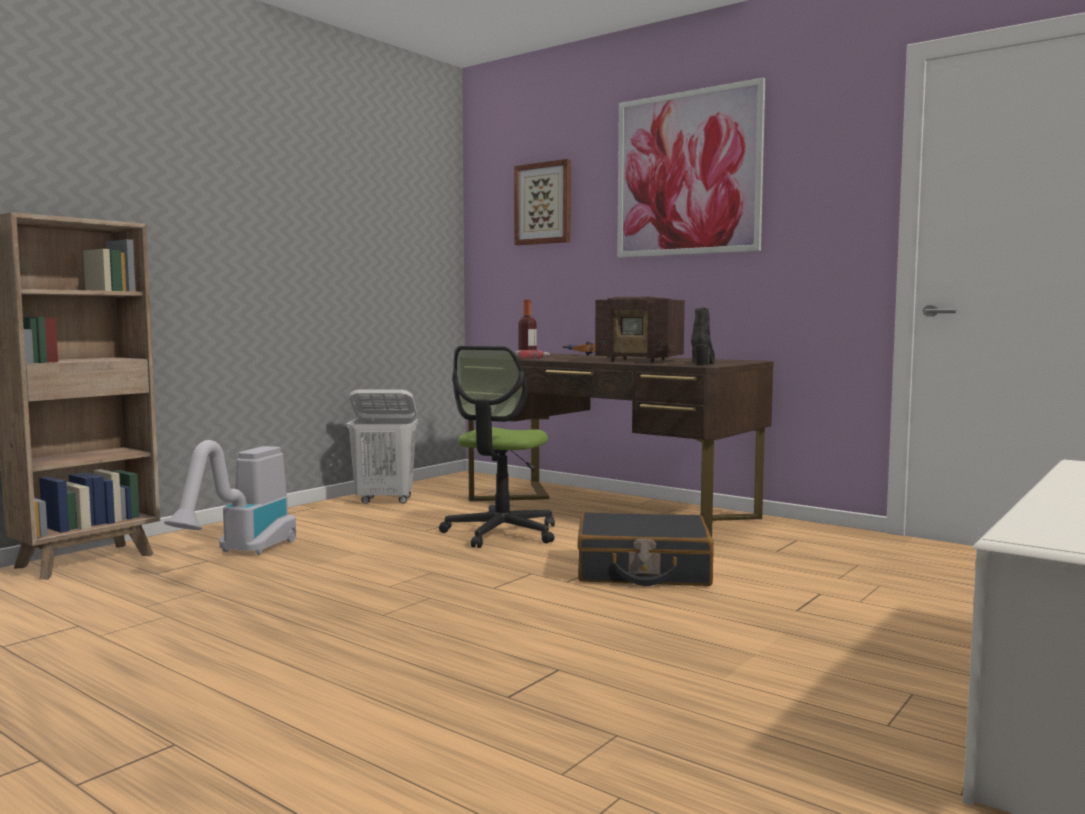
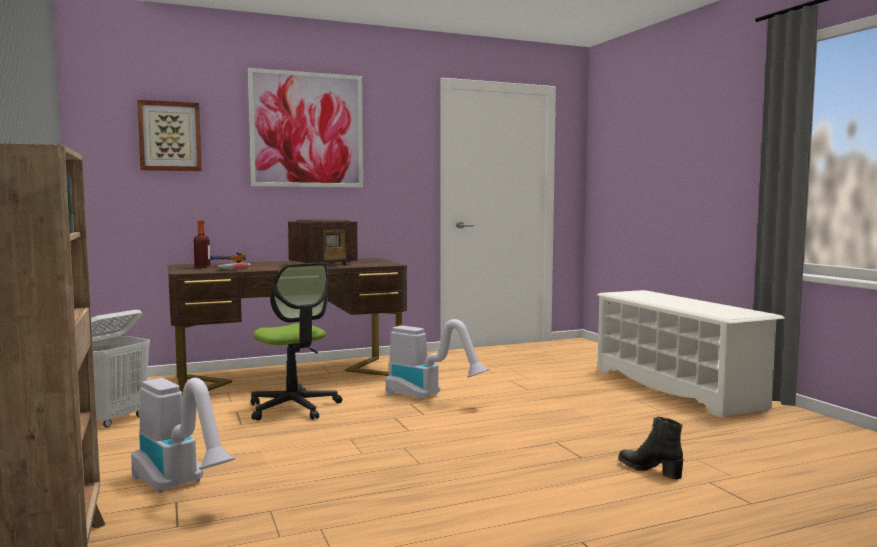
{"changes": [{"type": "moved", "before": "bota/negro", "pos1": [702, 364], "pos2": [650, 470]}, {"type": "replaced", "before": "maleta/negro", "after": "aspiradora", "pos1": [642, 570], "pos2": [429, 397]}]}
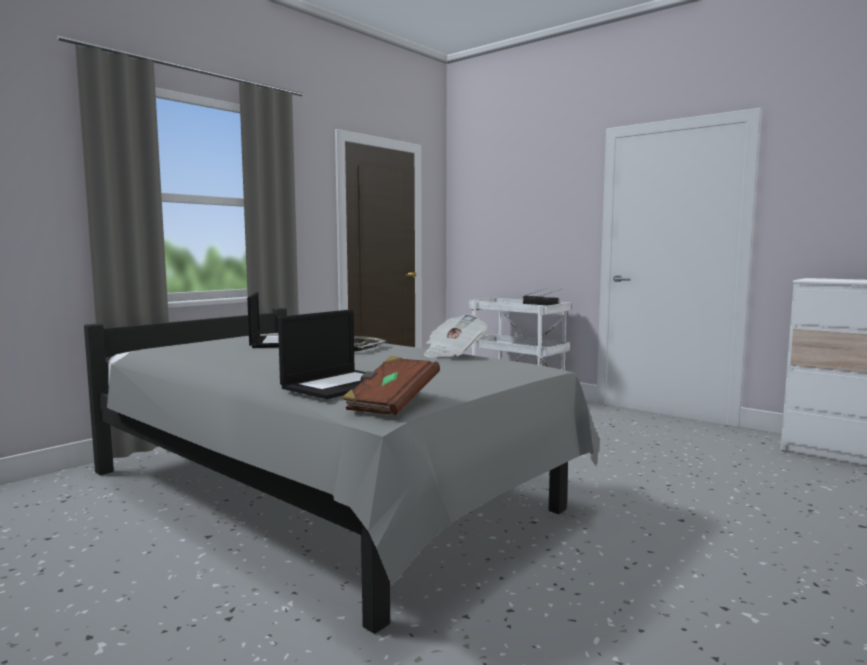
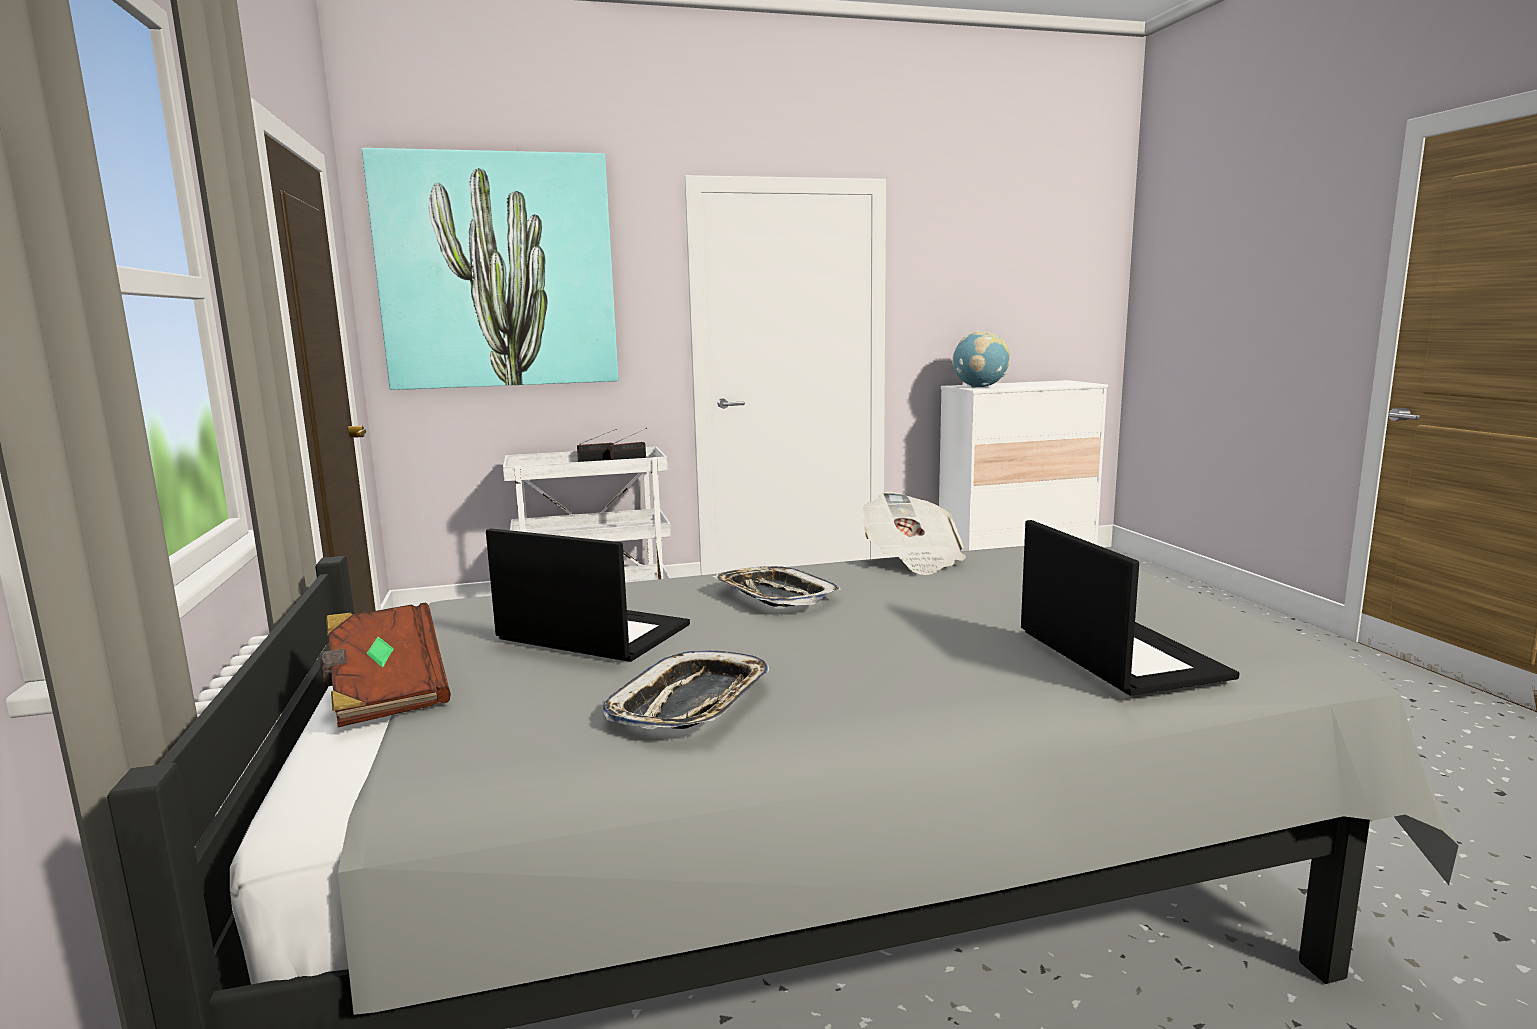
{"changes": [{"type": "moved", "before": "libro/marrón", "pos1": [391, 404], "pos2": [385, 691]}, {"type": "added", "after": "cuadro", "pos2": [498, 272]}, {"type": "added", "after": "globo terráqueo", "pos2": [980, 387]}, {"type": "added", "after": "bandeja", "pos2": [691, 703]}]}
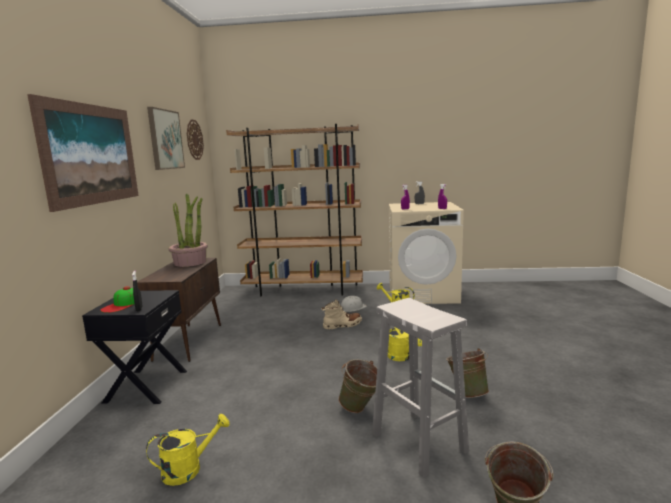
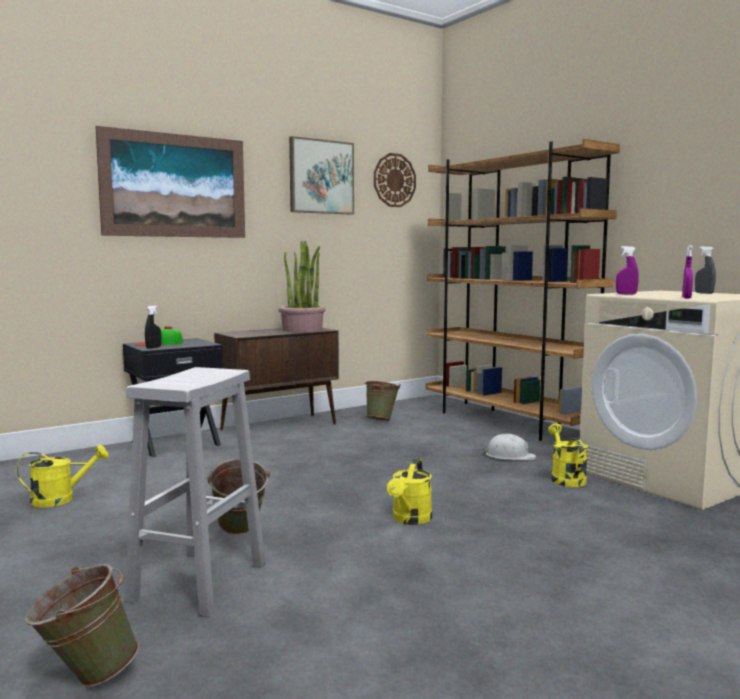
{"changes": [{"type": "removed", "before": "bota/beis", "pos1": [342, 325]}, {"type": "moved", "before": "cubo/verde", "pos1": [467, 393], "pos2": [381, 420]}, {"type": "turned", "before": "regadera/amarillo", "pos1": [189, 469], "pos2": [61, 499], "turn": -45}]}
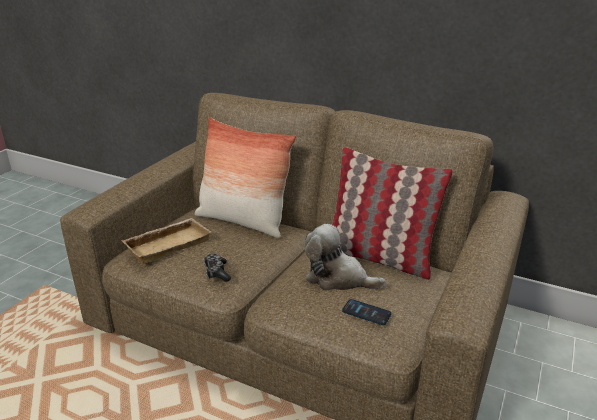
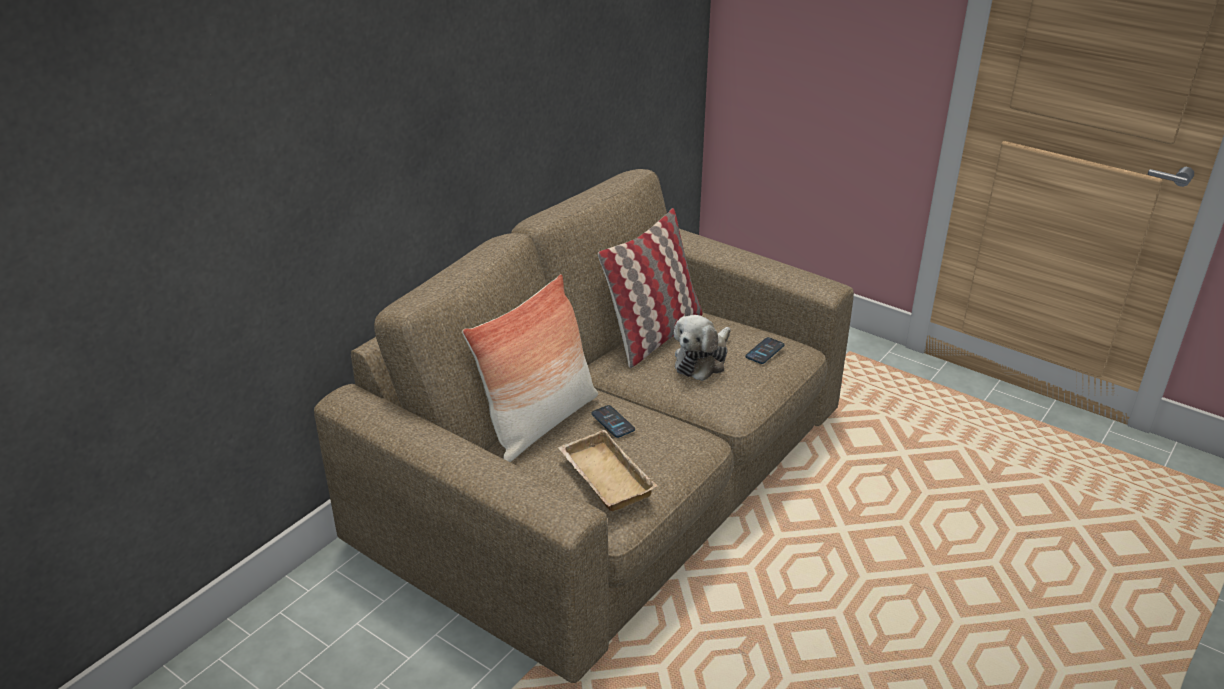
{"changes": [{"type": "removed", "before": "mando de consola", "pos1": [217, 272]}, {"type": "added", "after": "móvil", "pos2": [612, 422]}]}
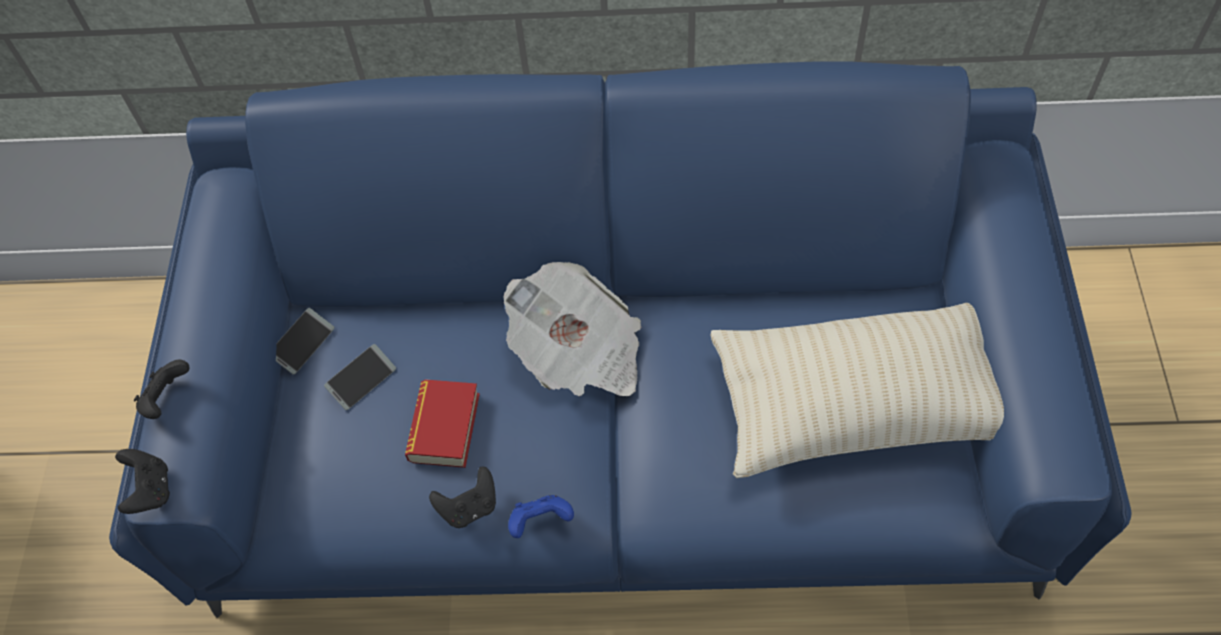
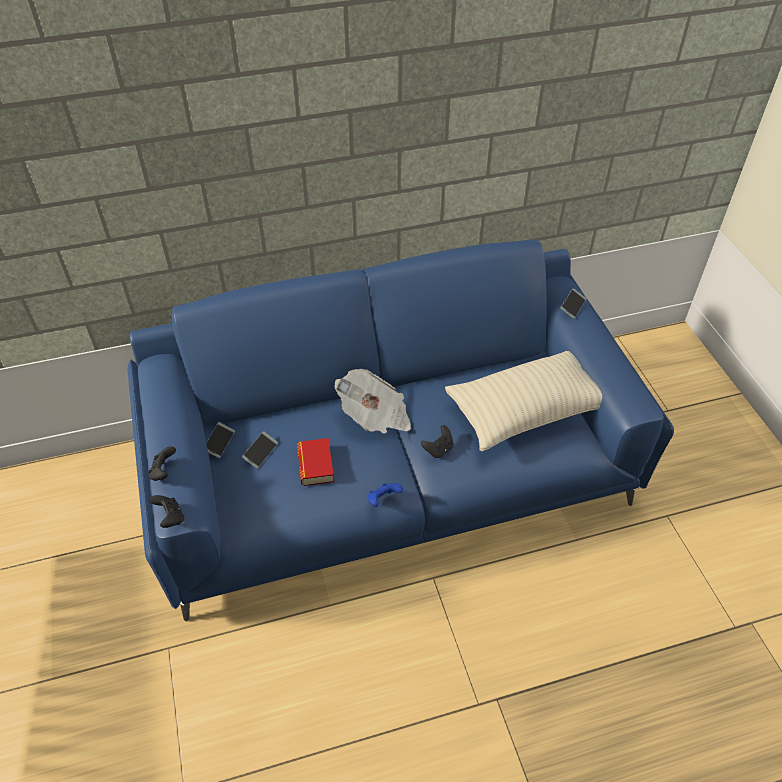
{"changes": [{"type": "moved", "before": "mando de consola/negro", "pos1": [469, 507], "pos2": [438, 449]}, {"type": "added", "after": "móvil", "pos2": [572, 306]}]}
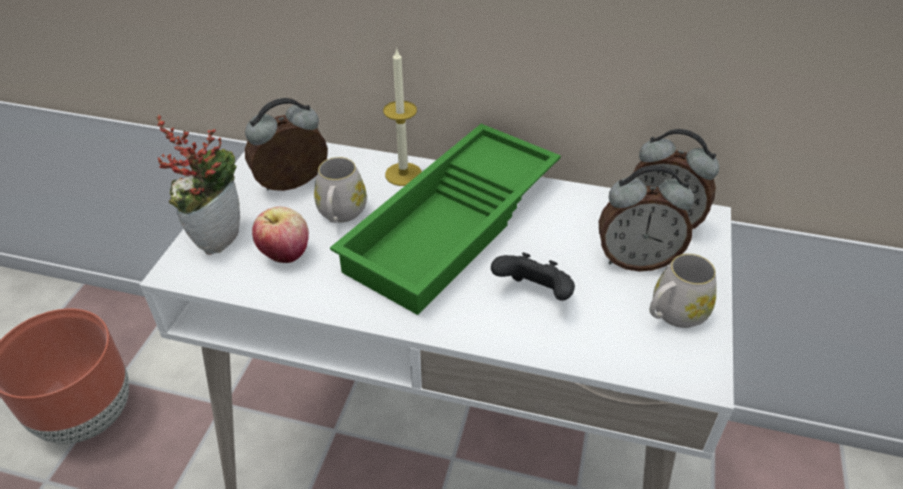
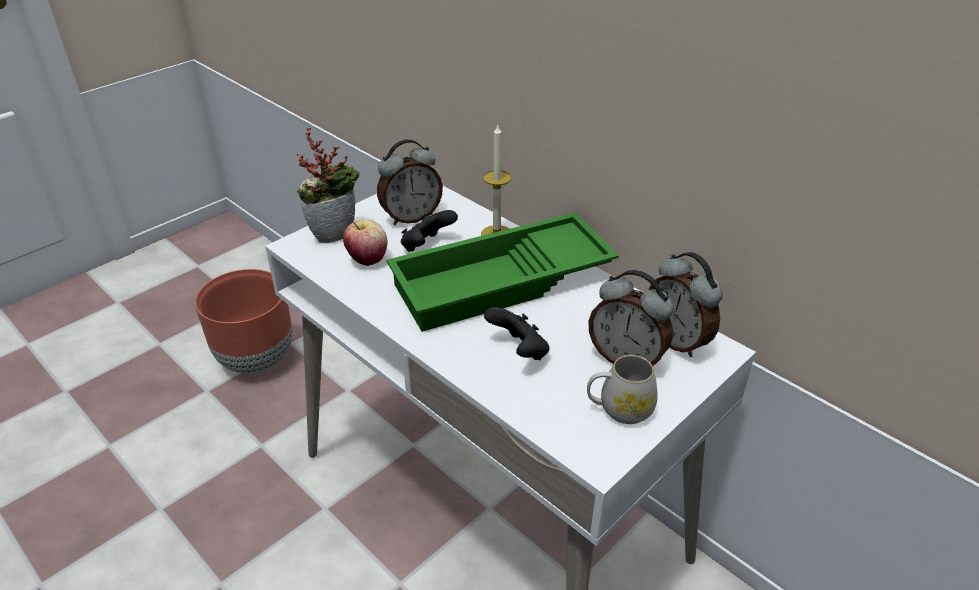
{"changes": [{"type": "turned", "before": "despertador", "pos1": [293, 186], "pos2": [411, 217], "turn": 150}, {"type": "replaced", "before": "taza grande/blanco", "after": "mando de consola/negro", "pos1": [340, 214], "pos2": [427, 246]}]}
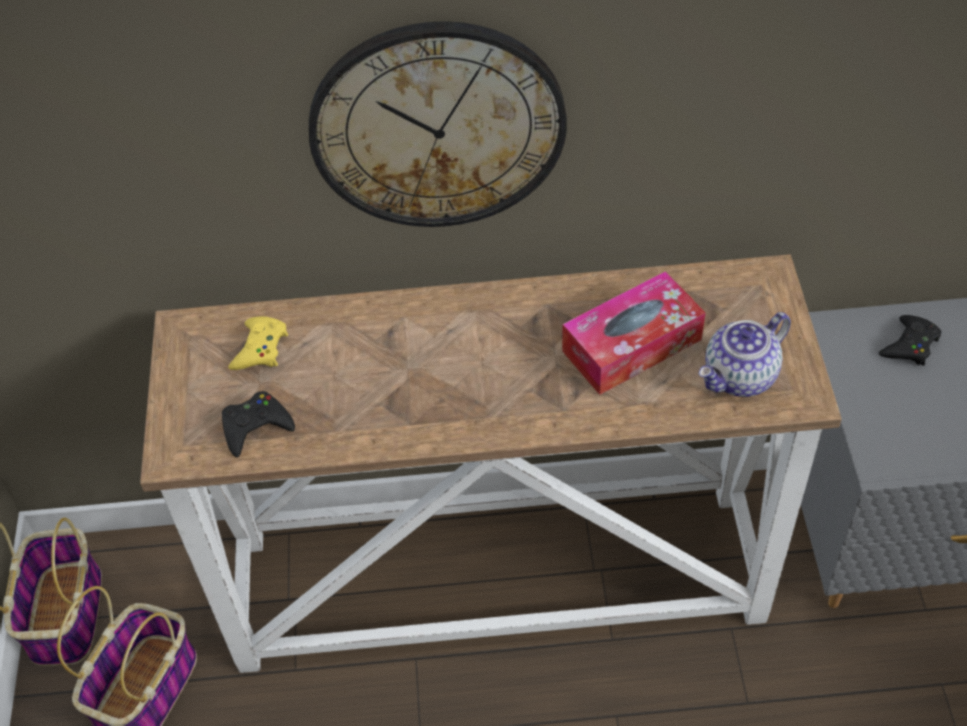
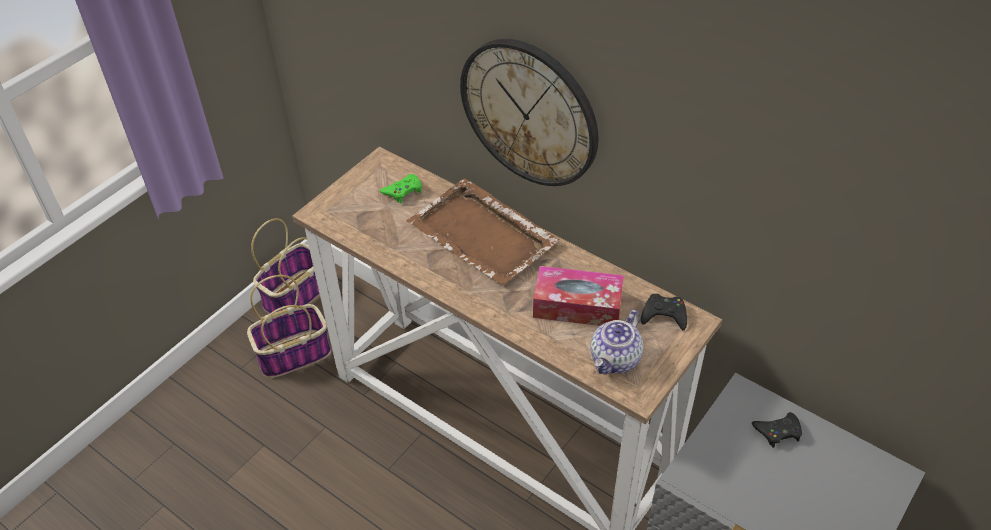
{"changes": [{"type": "turned", "before": "tetera", "pos1": [740, 377], "pos2": [616, 360], "turn": -60}, {"type": "recoloured", "before": "mando de consola/amarillo", "after": "mando de consola/verde", "pos1": [260, 348], "pos2": [403, 191]}, {"type": "moved", "before": "mando de consola/negro", "pos1": [255, 427], "pos2": [664, 315]}, {"type": "added", "after": "bandeja/marrón", "pos2": [483, 235]}]}
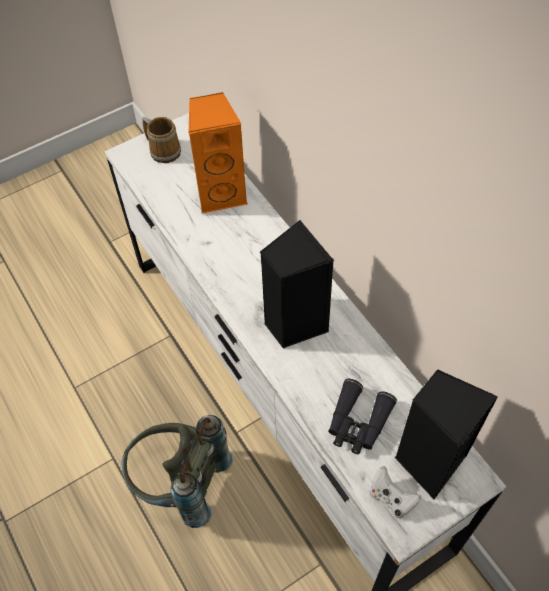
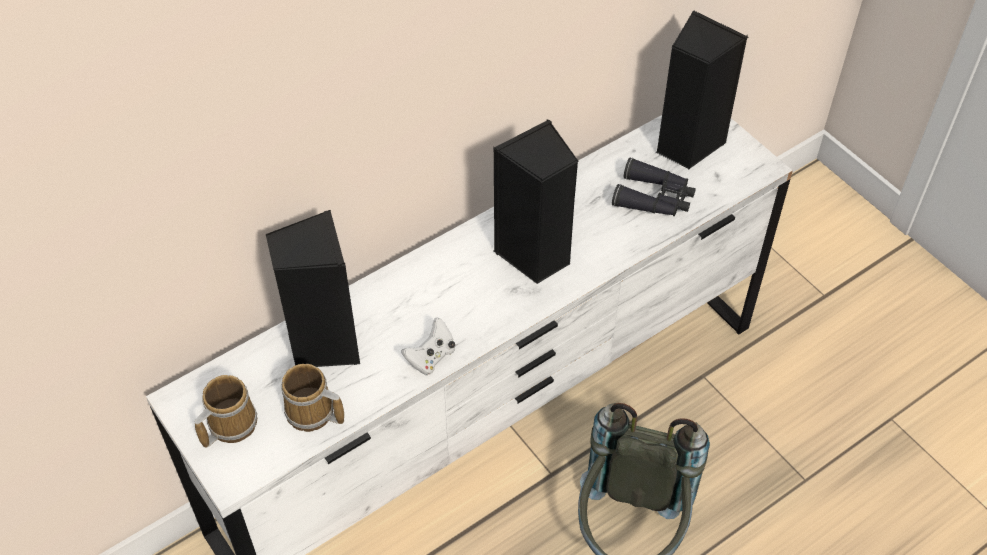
{"changes": [{"type": "recoloured", "before": "altavoz/naranja", "after": "altavoz/negro", "pos1": [221, 194], "pos2": [323, 343]}, {"type": "moved", "before": "mando de consola/blanco", "pos1": [391, 498], "pos2": [431, 357]}, {"type": "added", "after": "taza grande", "pos2": [312, 414]}]}
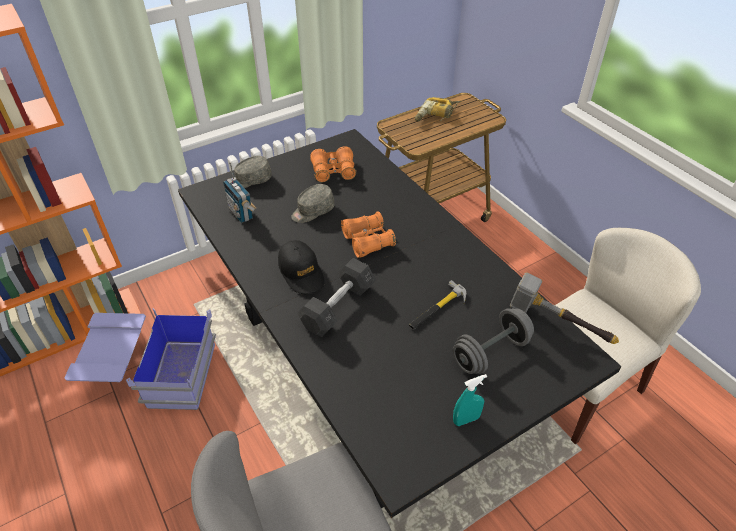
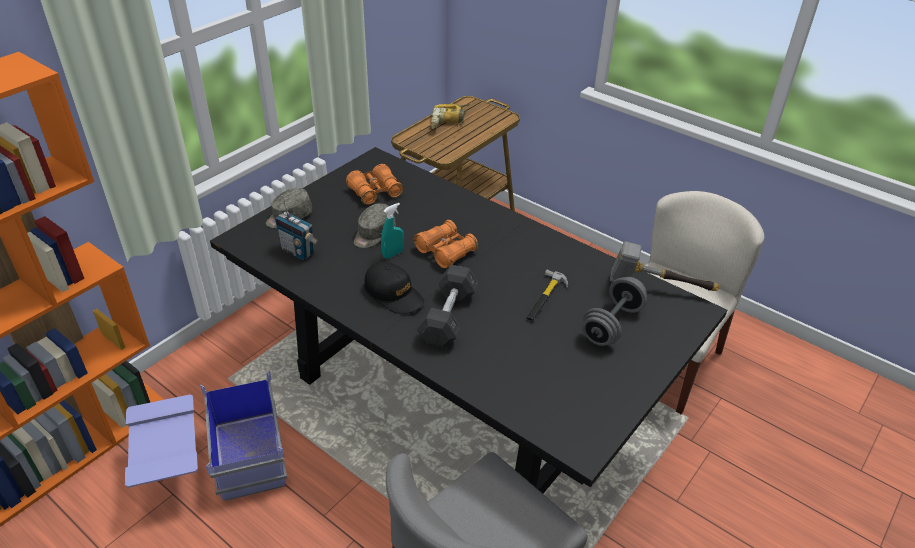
{"changes": [{"type": "moved", "before": "pulverizador/turquesa", "pos1": [466, 419], "pos2": [393, 254]}]}
